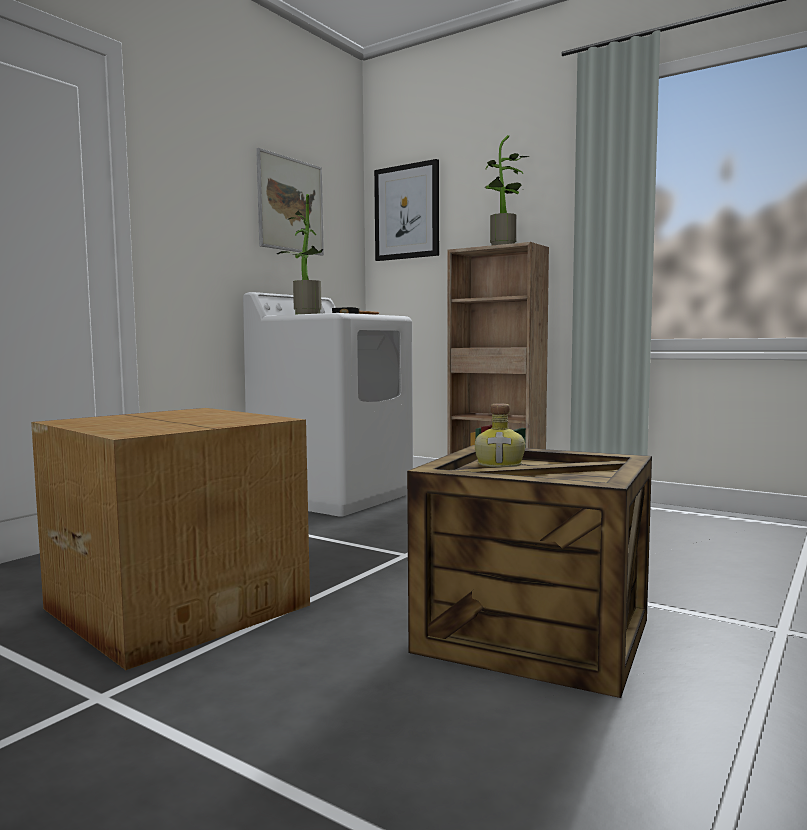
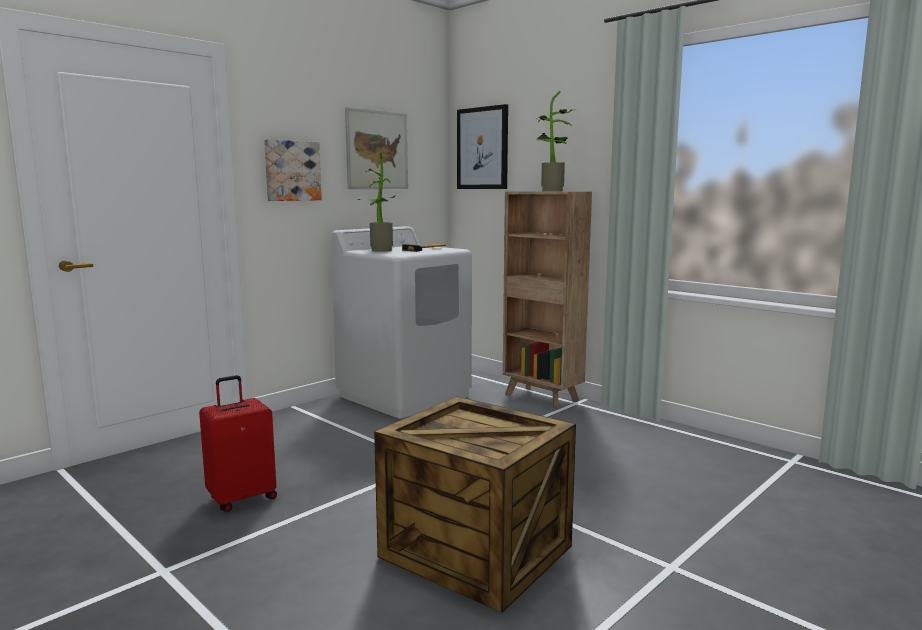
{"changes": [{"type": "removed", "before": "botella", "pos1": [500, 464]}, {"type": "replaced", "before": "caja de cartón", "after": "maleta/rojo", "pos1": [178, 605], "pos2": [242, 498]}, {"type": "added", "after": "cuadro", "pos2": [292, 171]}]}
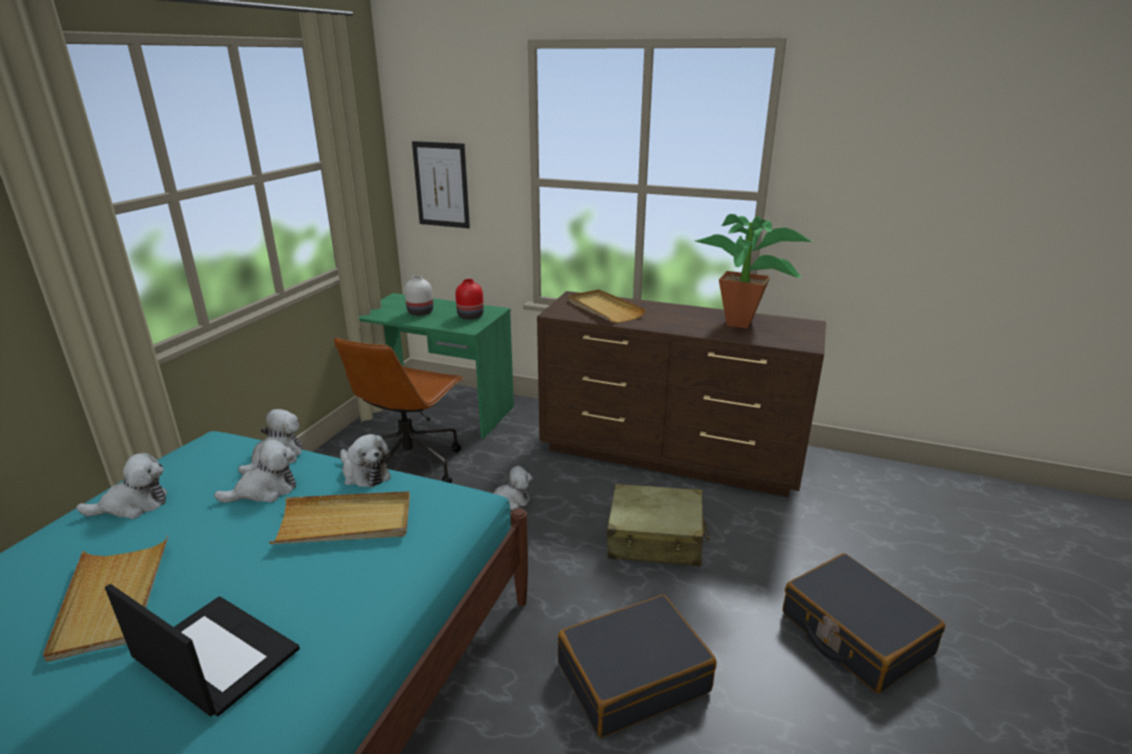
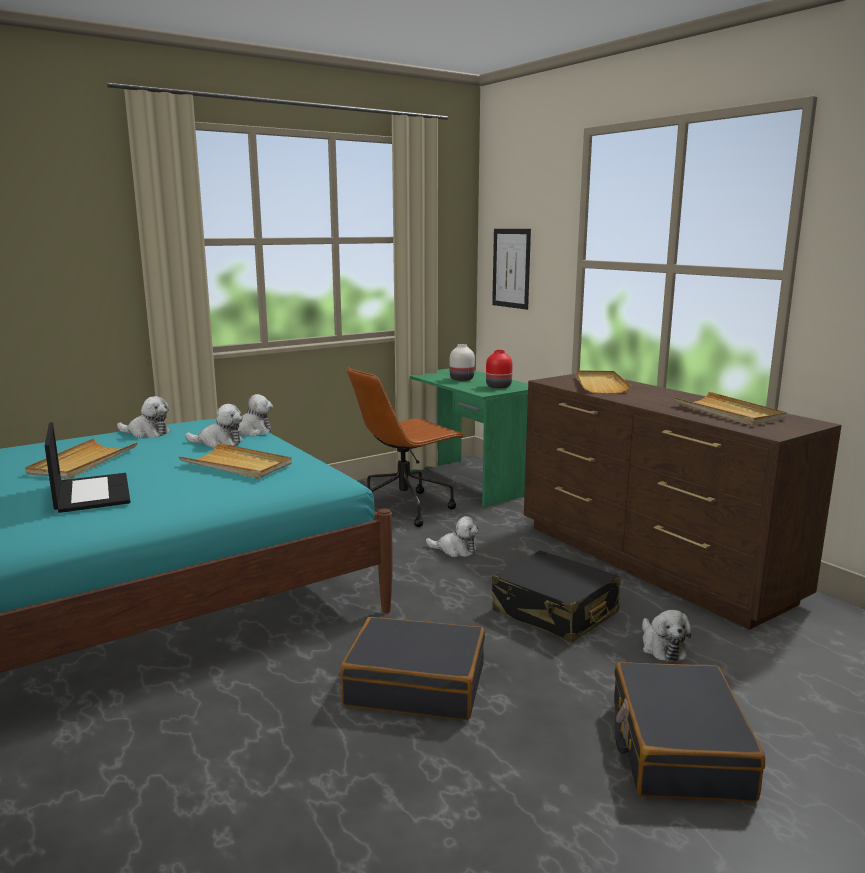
{"changes": [{"type": "replaced", "before": "planta en maceta", "after": "bandeja/beis", "pos1": [744, 325], "pos2": [728, 412]}, {"type": "moved", "before": "peluche", "pos1": [364, 474], "pos2": [662, 647]}, {"type": "recoloured", "before": "maleta/beis", "after": "maleta/negro", "pos1": [655, 539], "pos2": [555, 612]}]}
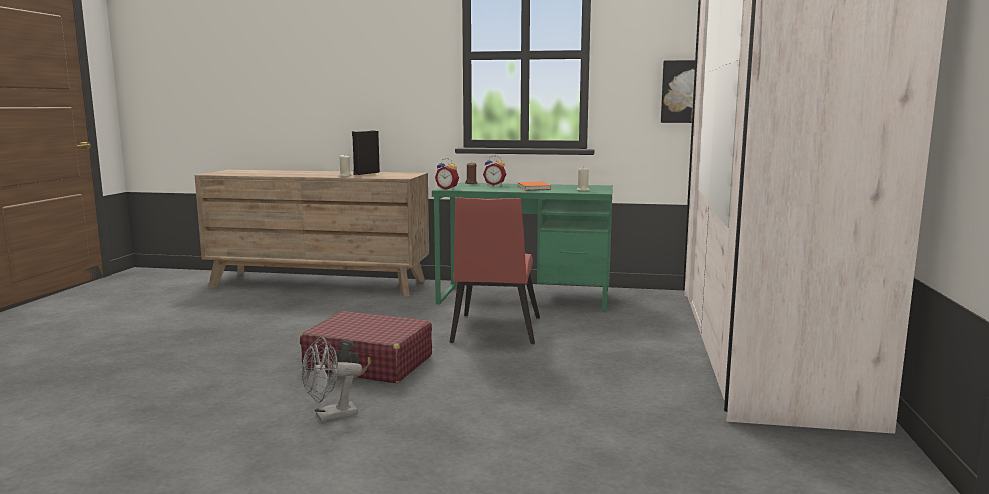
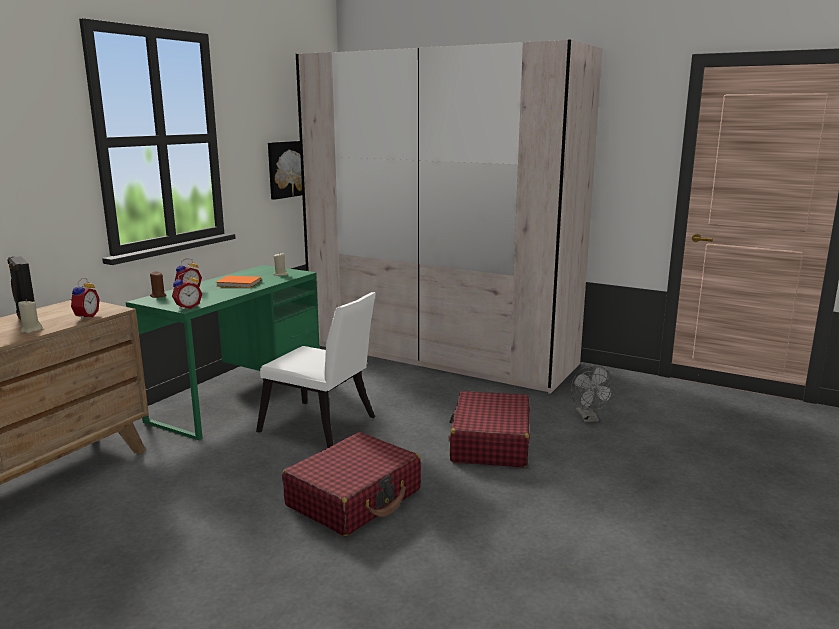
{"changes": [{"type": "recoloured", "before": "silla/rojo", "after": "silla/blanco", "pos1": [494, 332], "pos2": [322, 427]}, {"type": "moved", "before": "ventilador/gris", "pos1": [330, 416], "pos2": [588, 418]}, {"type": "added", "after": "despertador", "pos2": [85, 316]}, {"type": "added", "after": "maleta/rojo", "pos2": [490, 443]}]}
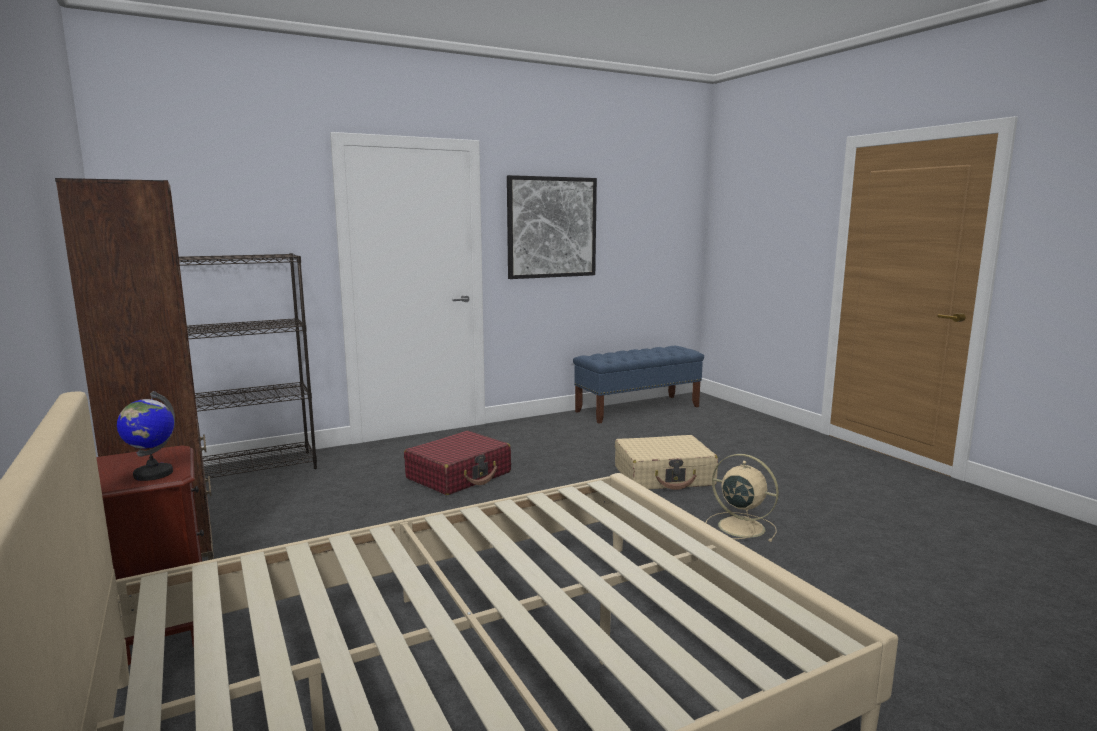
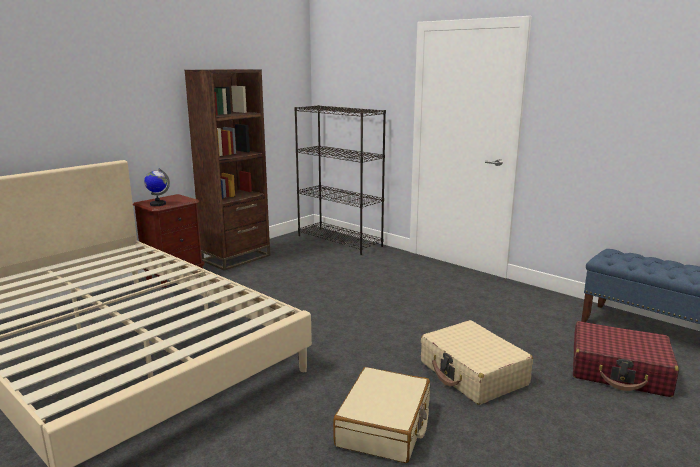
{"changes": [{"type": "removed", "before": "cuadro", "pos1": [551, 227]}, {"type": "moved", "before": "maleta/rojo", "pos1": [459, 475], "pos2": [619, 371]}, {"type": "replaced", "before": "ventilador/beis", "after": "maleta/beis", "pos1": [739, 526], "pos2": [384, 426]}]}
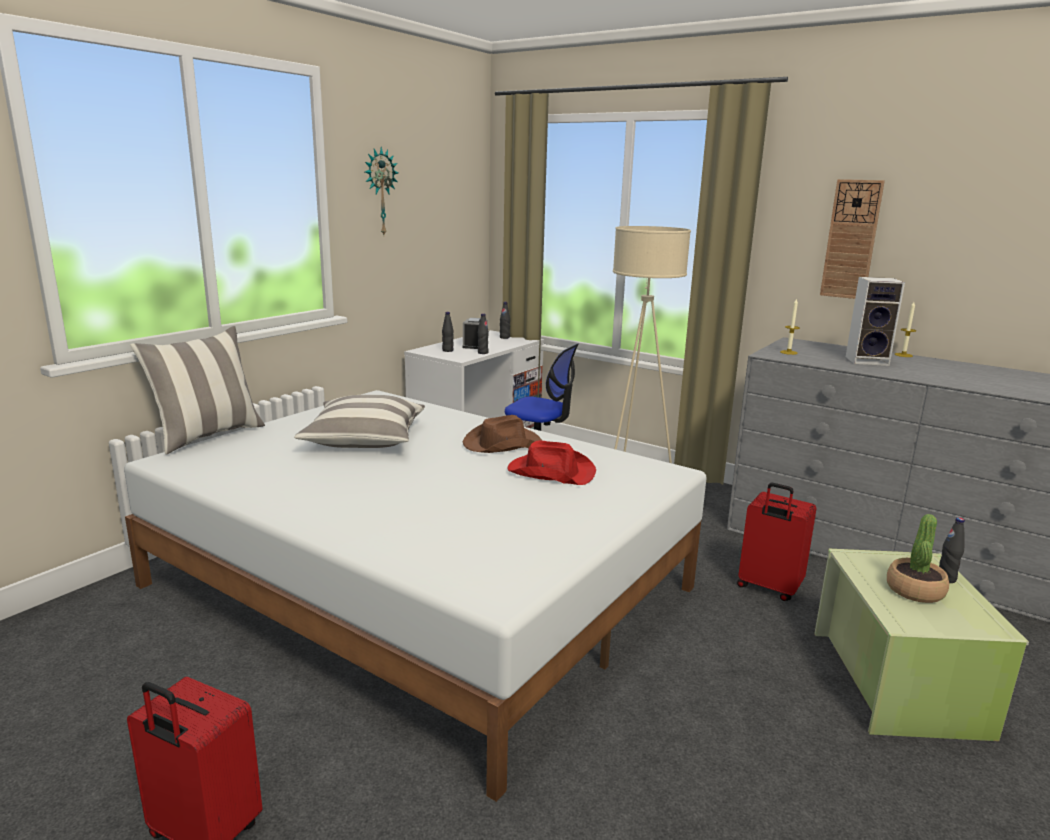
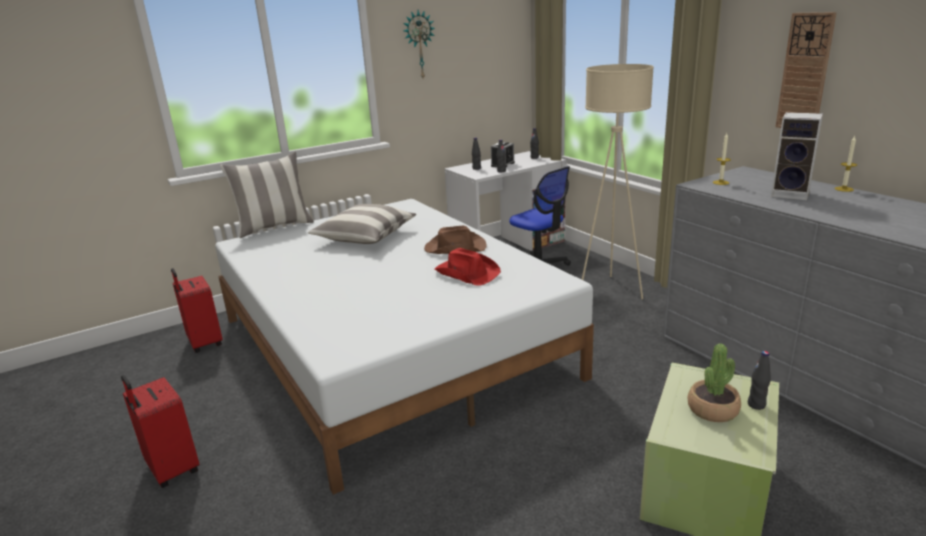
{"changes": [{"type": "moved", "before": "maleta/rojo", "pos1": [768, 588], "pos2": [204, 343]}]}
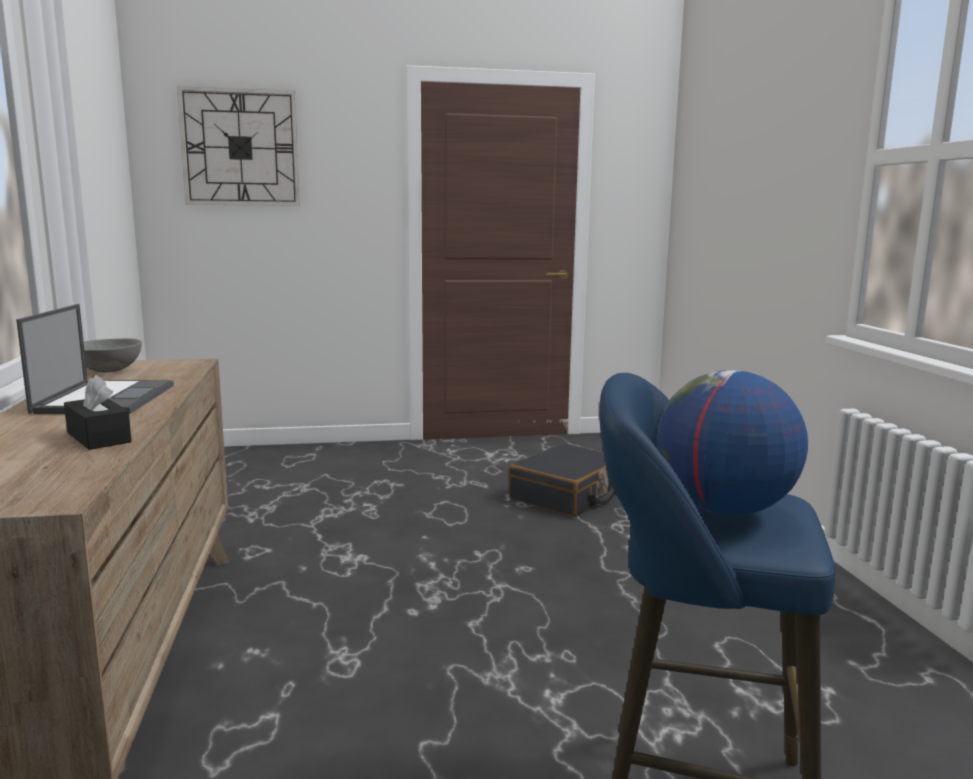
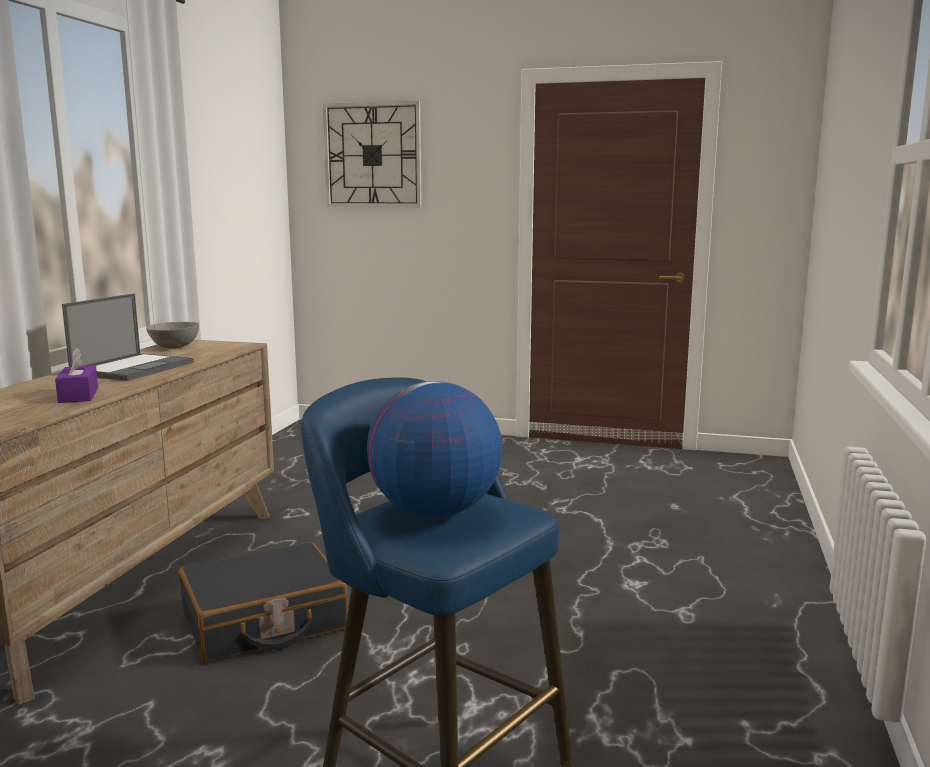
{"changes": [{"type": "recoloured", "before": "caja de pañuelos/negro", "after": "caja de pañuelos/morado", "pos1": [98, 437], "pos2": [78, 395]}, {"type": "moved", "before": "maleta/negro", "pos1": [568, 495], "pos2": [264, 622]}]}
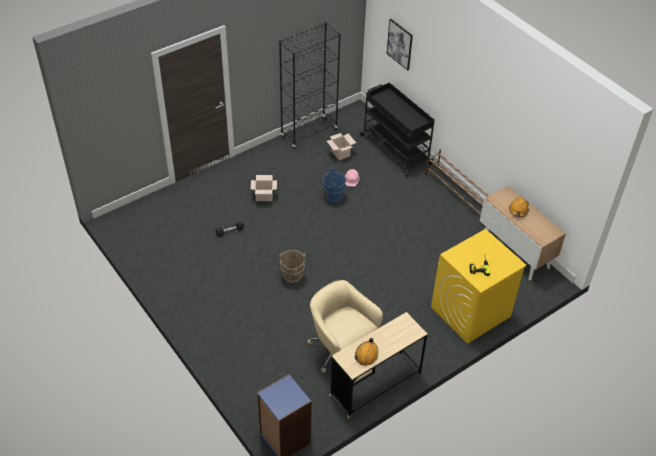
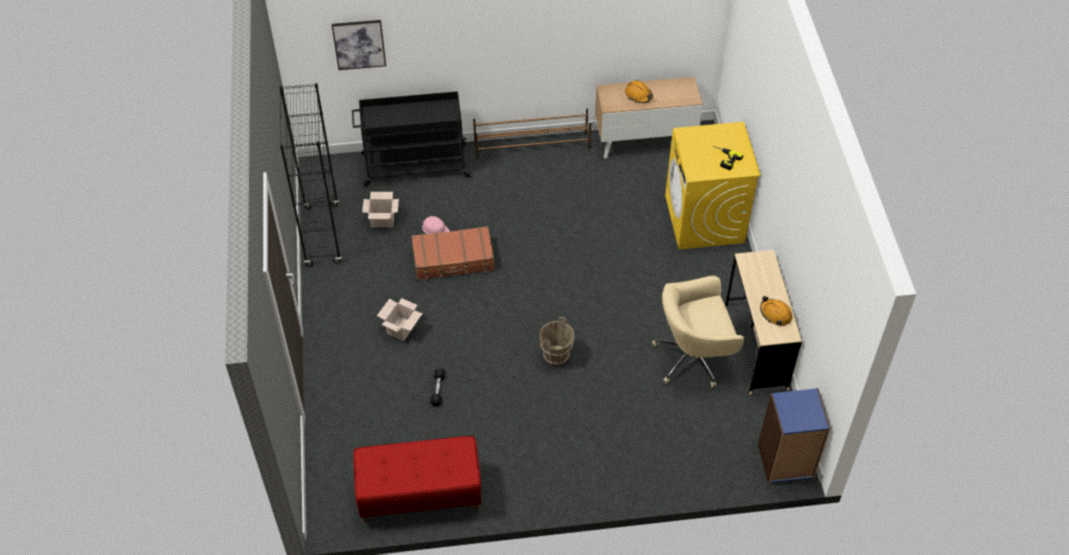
{"changes": [{"type": "replaced", "before": "cubo/azul", "after": "maleta/marrón", "pos1": [334, 197], "pos2": [453, 260]}, {"type": "added", "after": "banco/rojo", "pos2": [419, 494]}]}
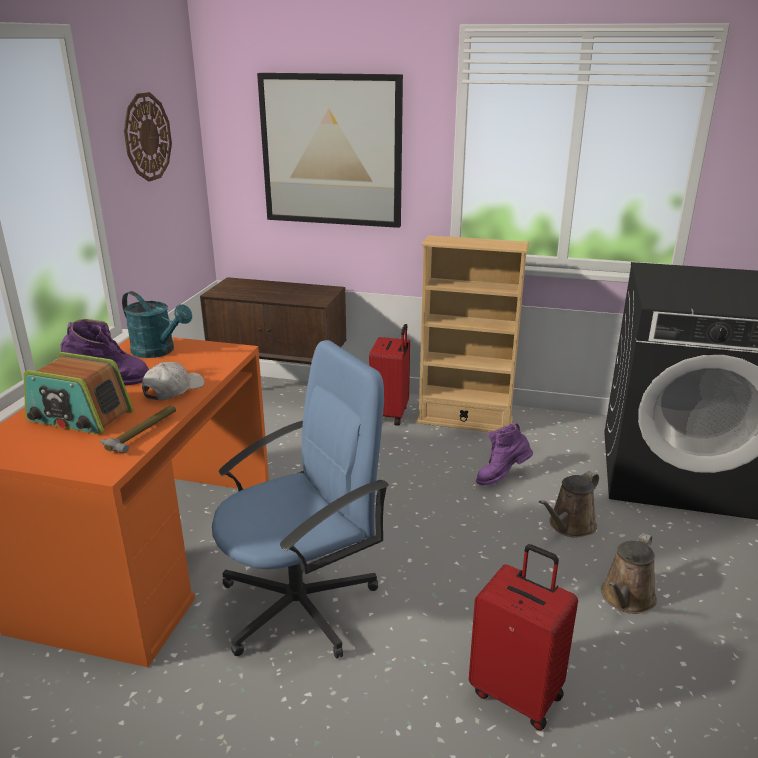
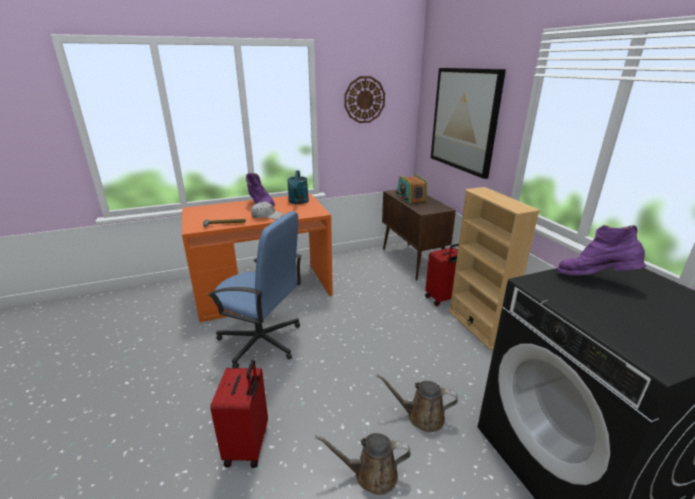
{"changes": [{"type": "moved", "before": "radio", "pos1": [80, 417], "pos2": [411, 198]}, {"type": "moved", "before": "bota/morado", "pos1": [502, 476], "pos2": [594, 279]}]}
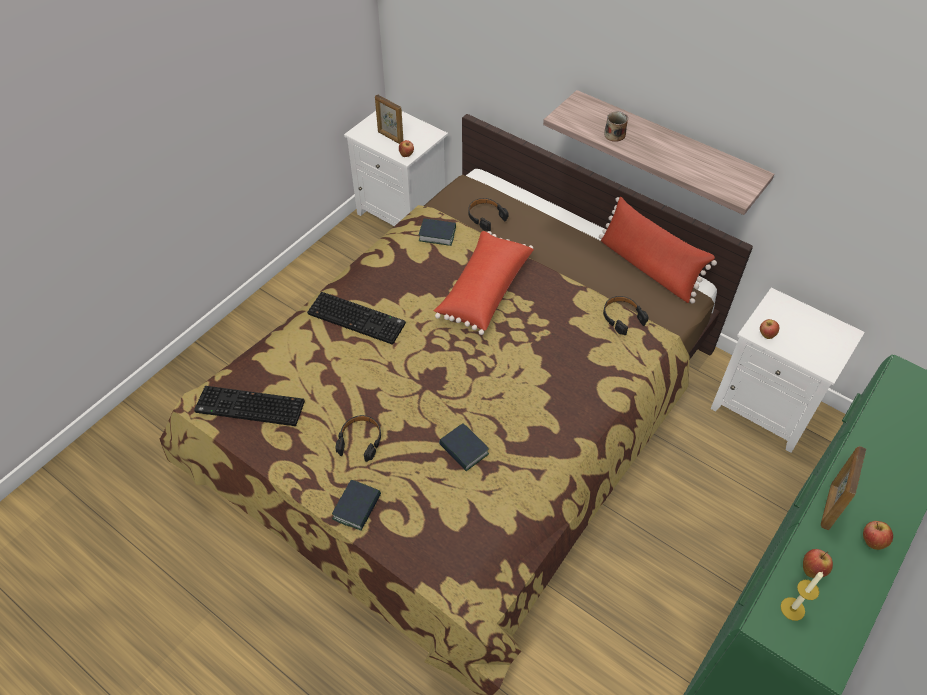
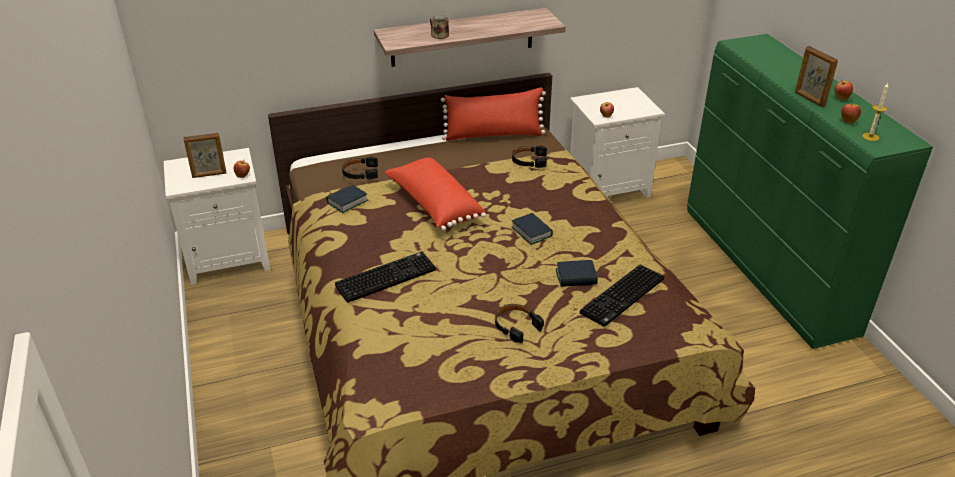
{"changes": [{"type": "moved", "before": "teclado", "pos1": [248, 408], "pos2": [623, 297]}, {"type": "moved", "before": "libro", "pos1": [357, 507], "pos2": [531, 232]}]}
